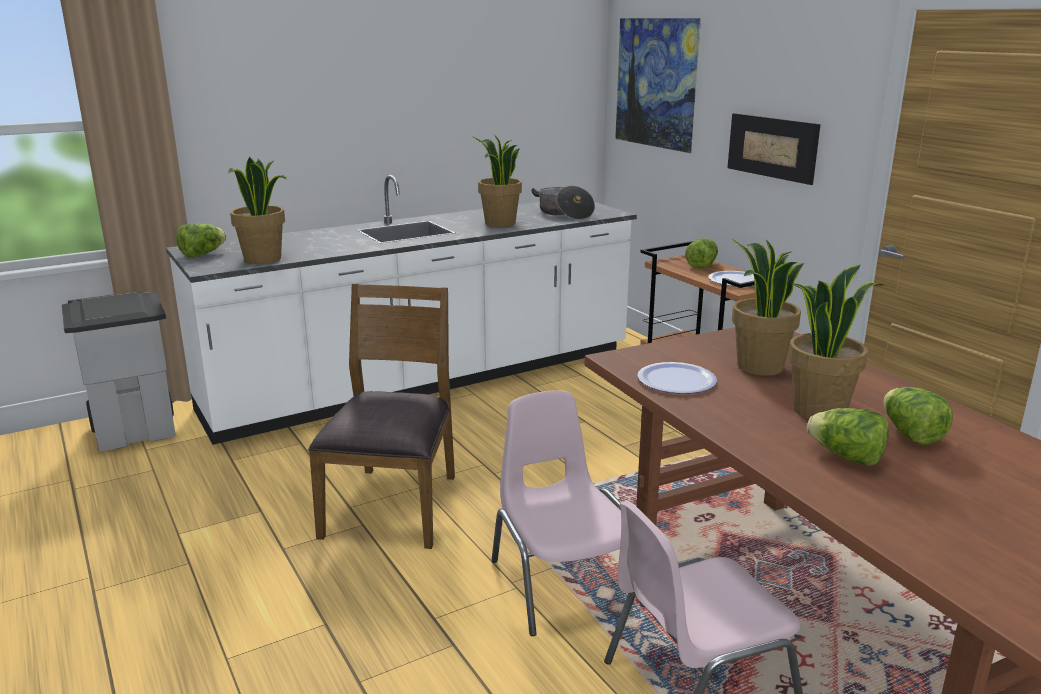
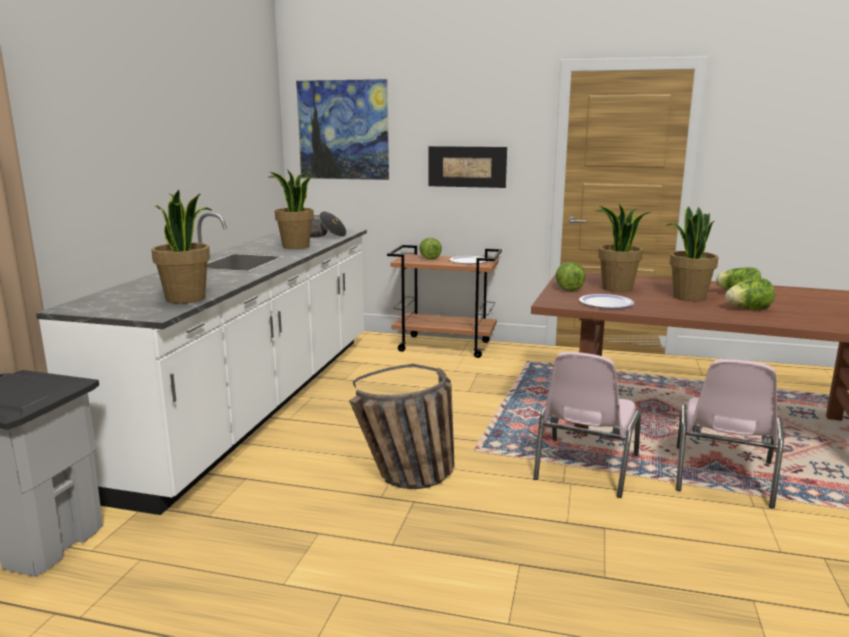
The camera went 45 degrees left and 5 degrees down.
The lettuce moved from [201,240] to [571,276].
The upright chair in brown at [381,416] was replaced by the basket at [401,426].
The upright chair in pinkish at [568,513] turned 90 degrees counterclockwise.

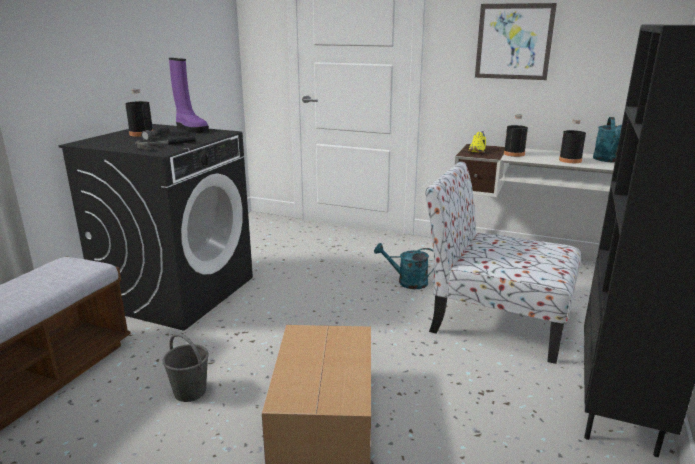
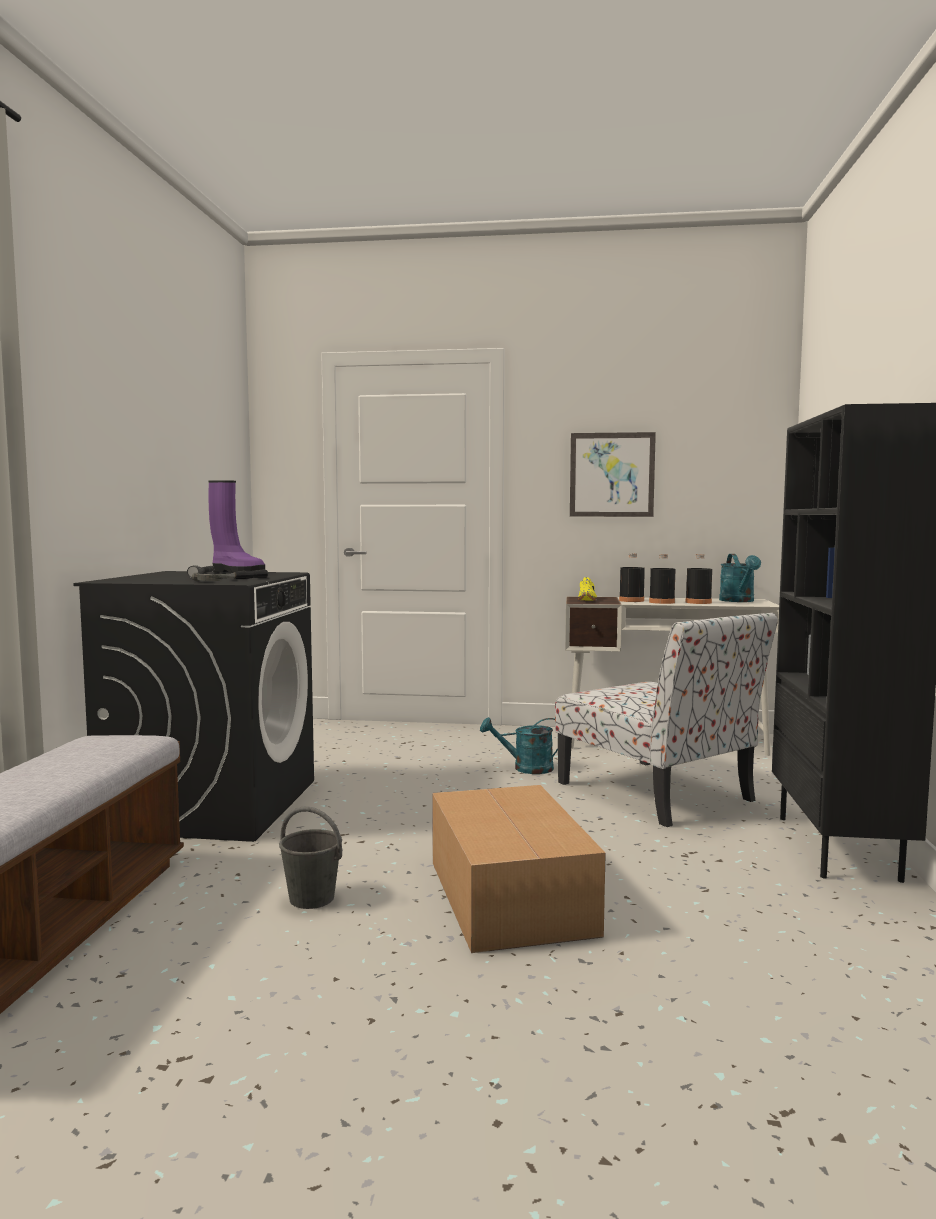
The camera went 15 degrees left and 15 degrees down.
The drink bottle in blackish moved from [139,113] to [662,579].
The upright chair at [503,263] turned 135 degrees counterclockwise.

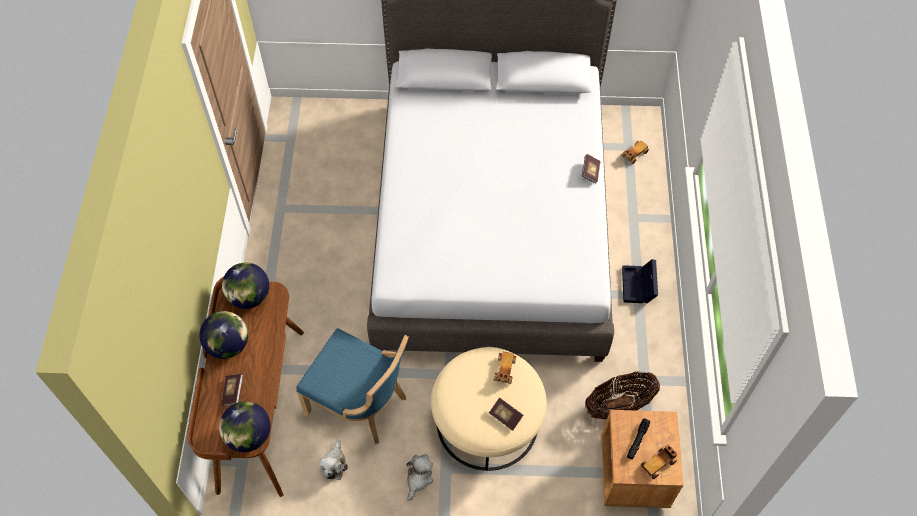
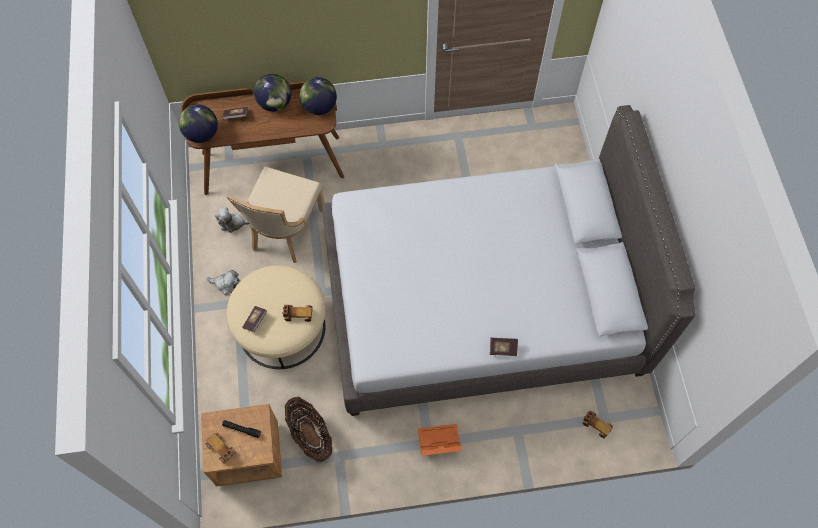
The camera went 80 degrees right and 5 degrees up.
The upright chair in bluish at [352,386] became the upright chair in sand-coloured at [275,215].
The storage box in blackish at [640,281] became the storage box in orangey at [440,440].

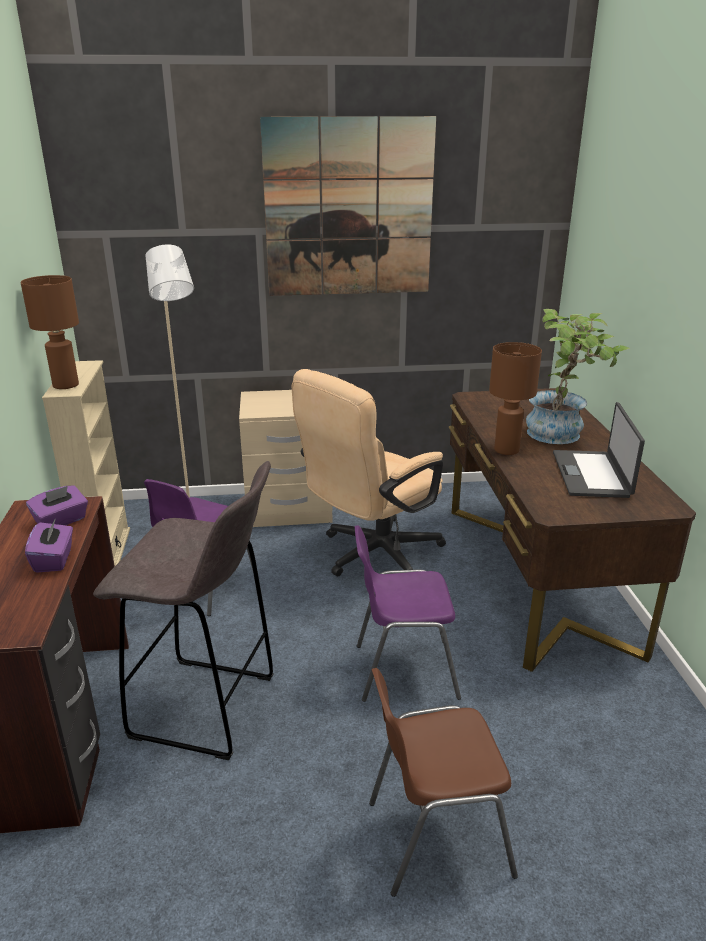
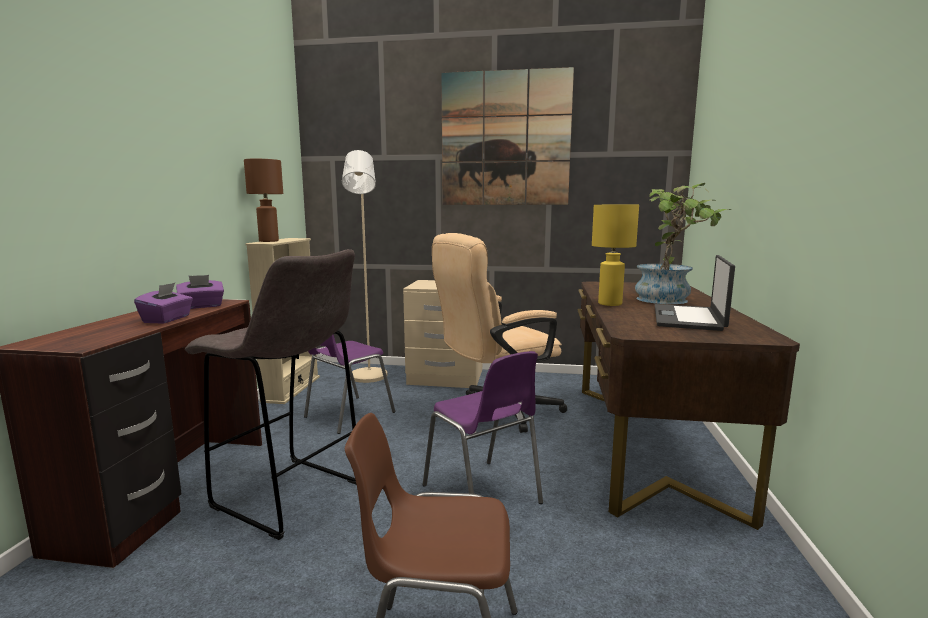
The camera went 15 degrees right and 15 degrees down.
The tabletop lamp in brown at [515,398] became the tabletop lamp in yellow-coloured at [615,255].
The upright chair in purple-coloured at [408,613] turned 135 degrees counterclockwise.

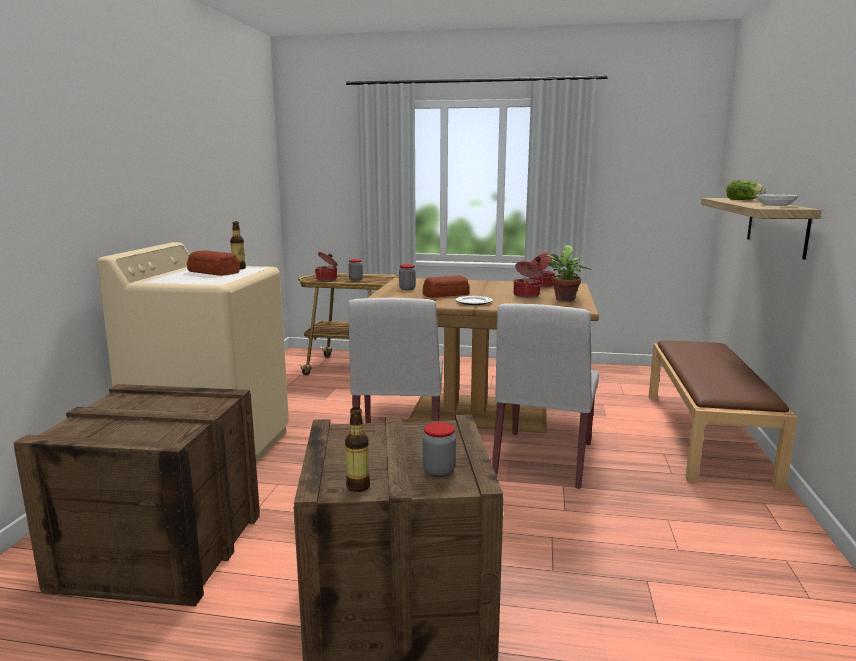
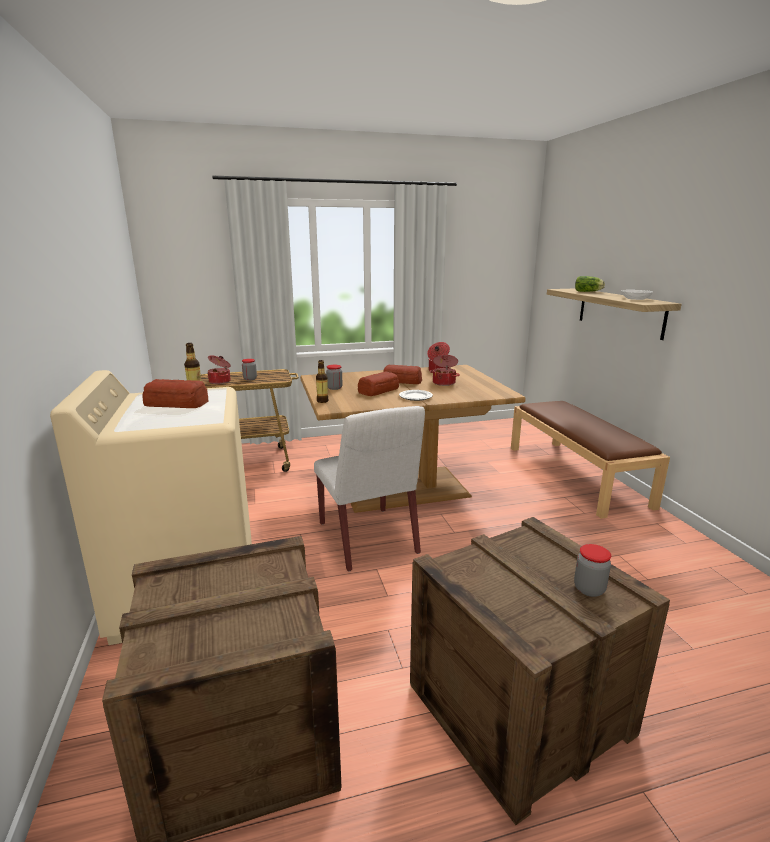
The camera went 25 degrees left and 5 degrees up.
The upright chair in white-coloured at [545,396] disappeared.
The plant in a pot at [567,273] disappeared.
The bakery bread at [402,374] appeared.
The drink bottle moved from [357,449] to [322,381].

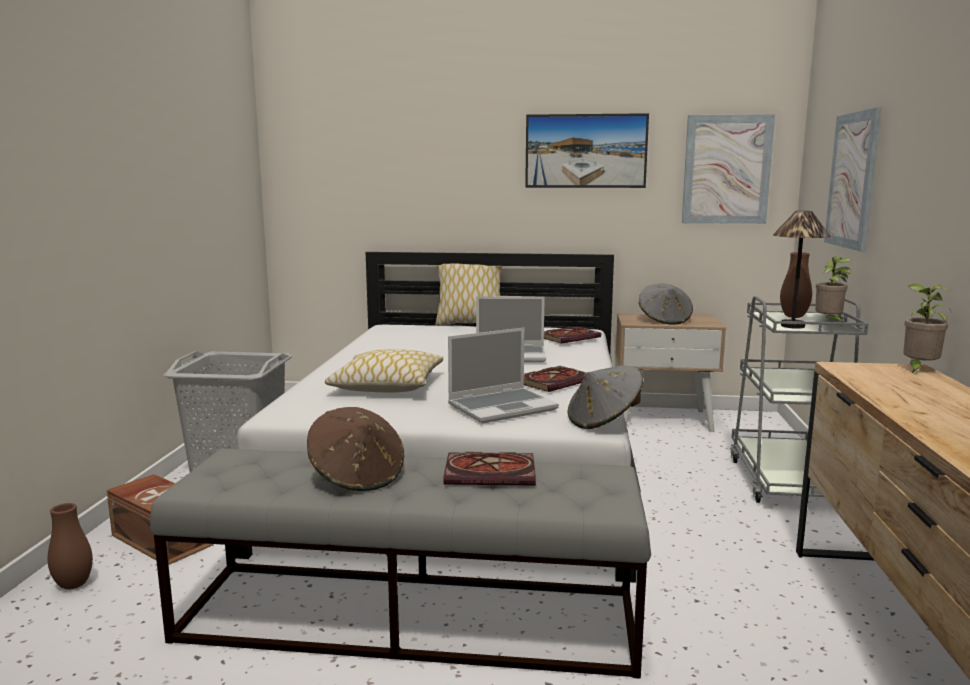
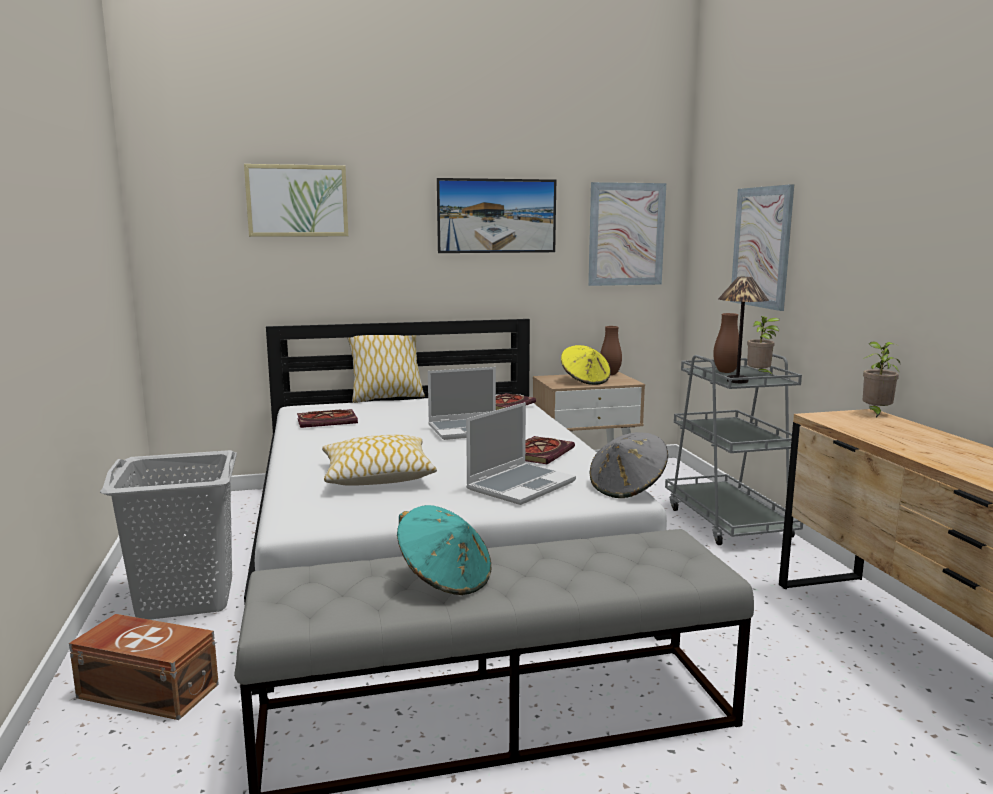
The camera went 20 degrees left and 0 degrees up.
The wall picture at [296,200] appeared.
The decorative vase in brown moved from [70,546] to [611,350].
The volume moved from [489,469] to [327,418].
The hat in brown at [355,449] became the hat in turquoise-coloured at [444,550].
The hat in grey at [666,304] became the hat in yellow-coloured at [586,365].

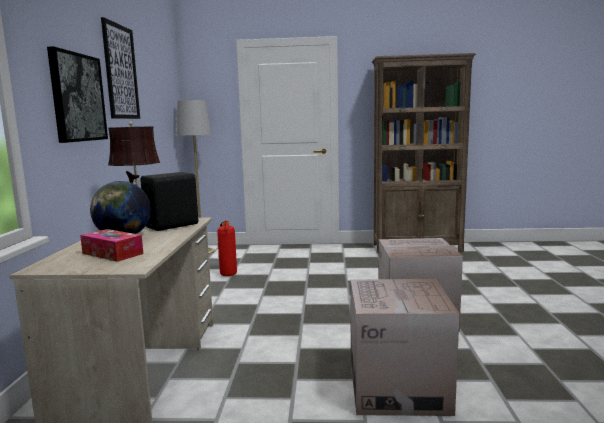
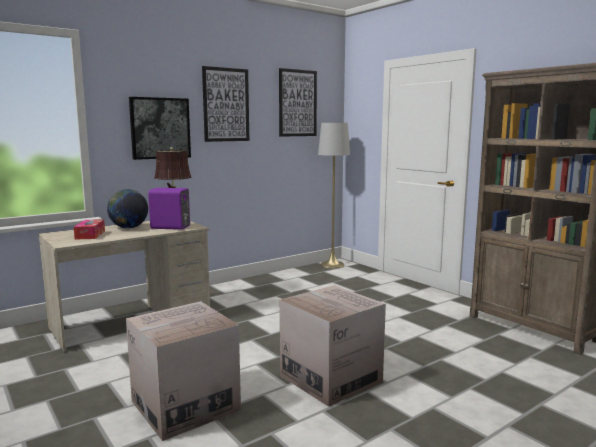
The camera went 50 degrees right and 0 degrees up.
The fire-fighting cylinder at [227,248] disappeared.
The wall picture at [298,102] appeared.
The loudspeaker in blackish at [169,201] became the loudspeaker in purple-coloured at [169,209].

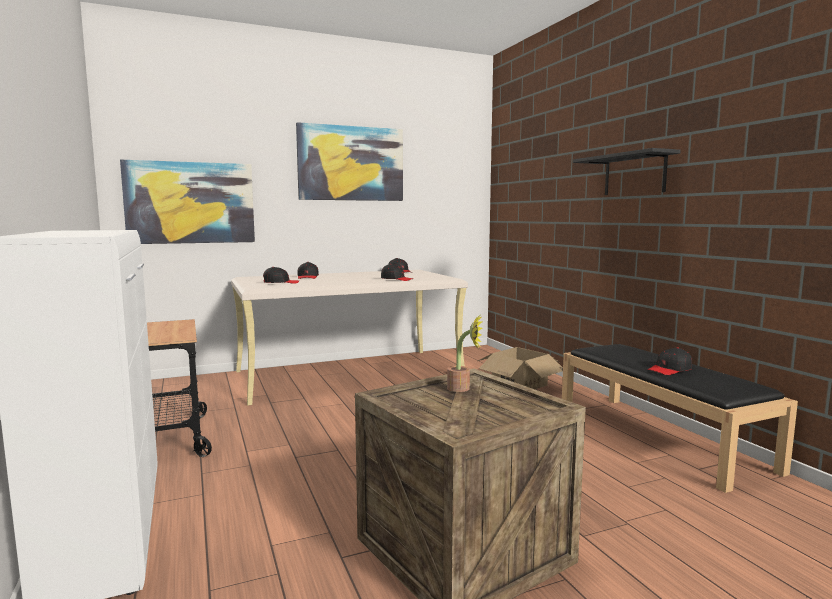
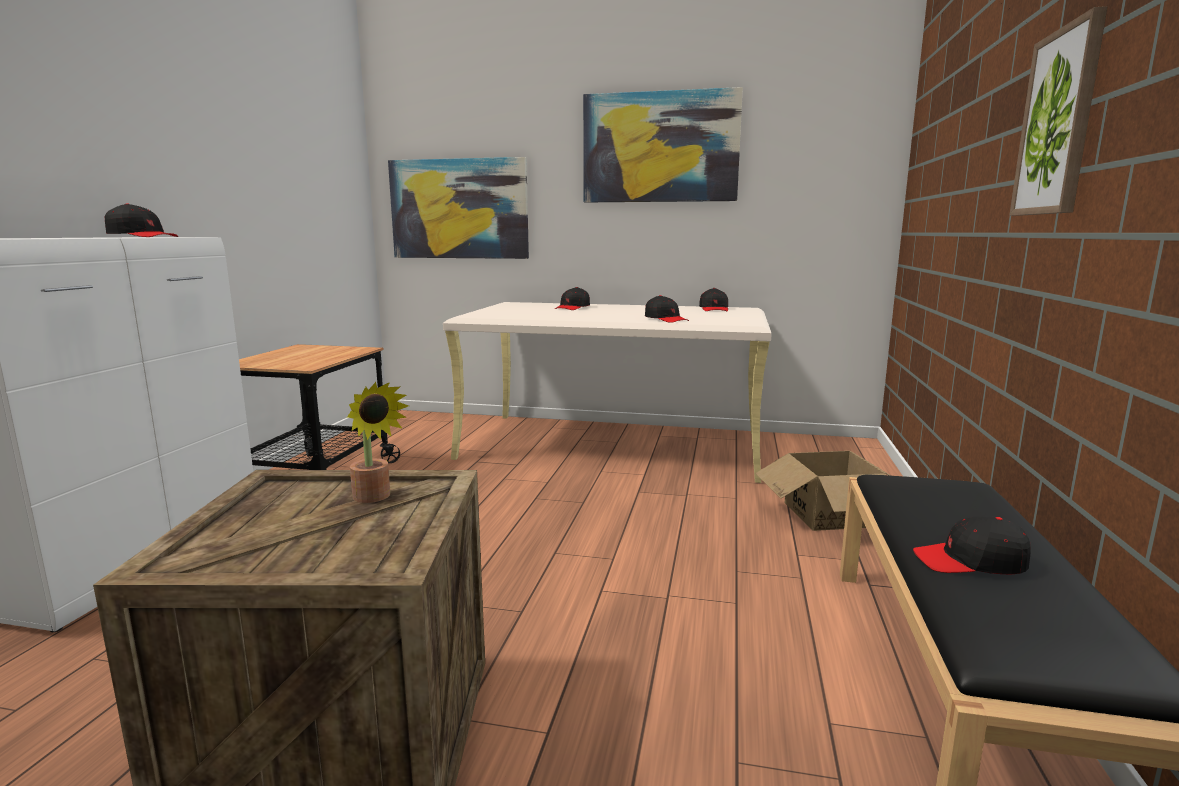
The camera went 35 degrees right and 5 degrees up.
The peaked cap in blackish moved from [281,275] to [141,220].
The shelf in blackish at [627,171] was replaced by the wall picture at [1058,111].

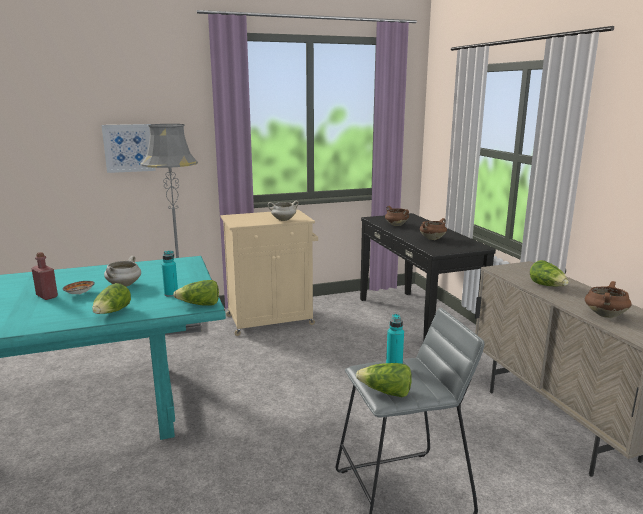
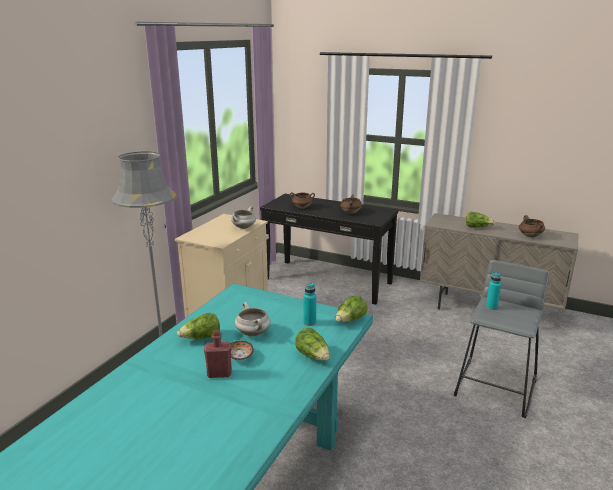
The camera went 45 degrees left and 5 degrees up.
The wall picture at [129,148] disappeared.
The lettuce moved from [384,380] to [198,326].

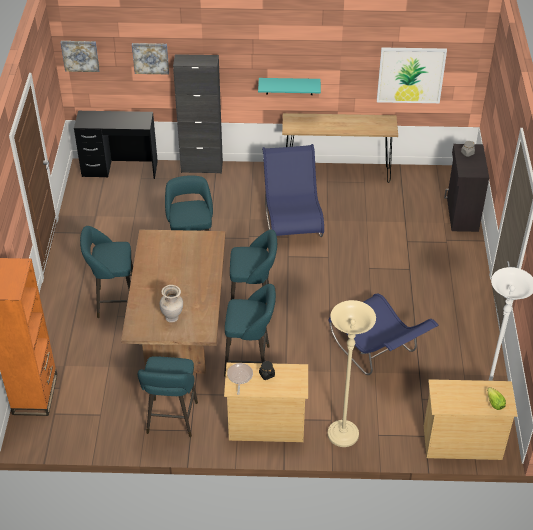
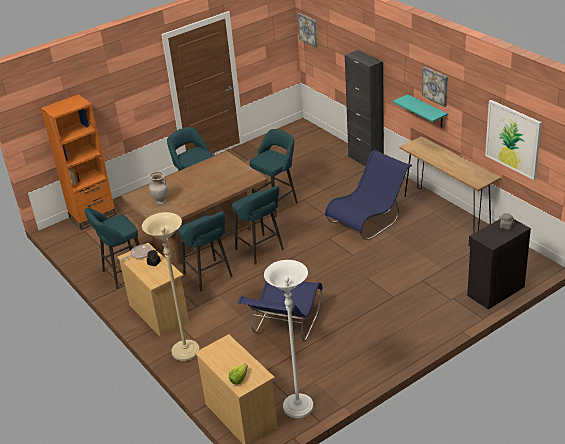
The camera went 55 degrees right and 10 degrees down.
The desk in blackish at [116,145] disappeared.
The wall picture moved from [150,58] to [435,87].

